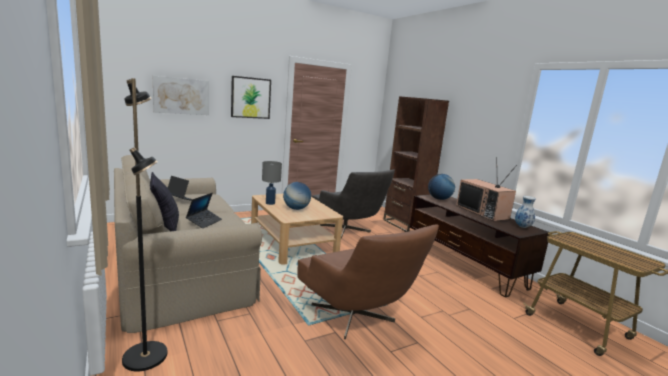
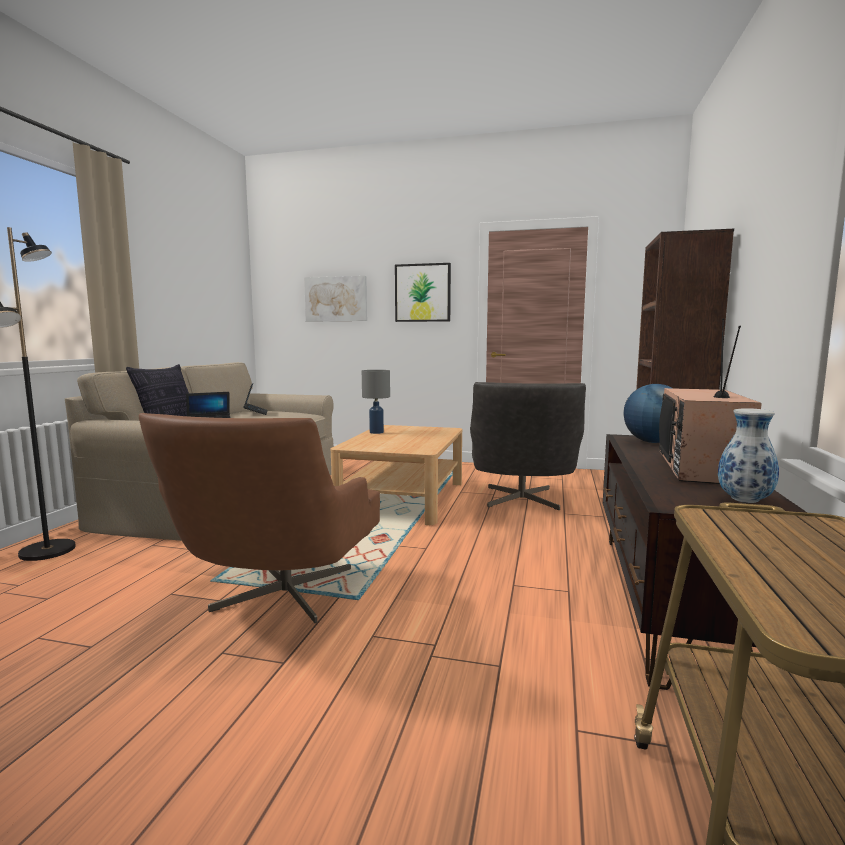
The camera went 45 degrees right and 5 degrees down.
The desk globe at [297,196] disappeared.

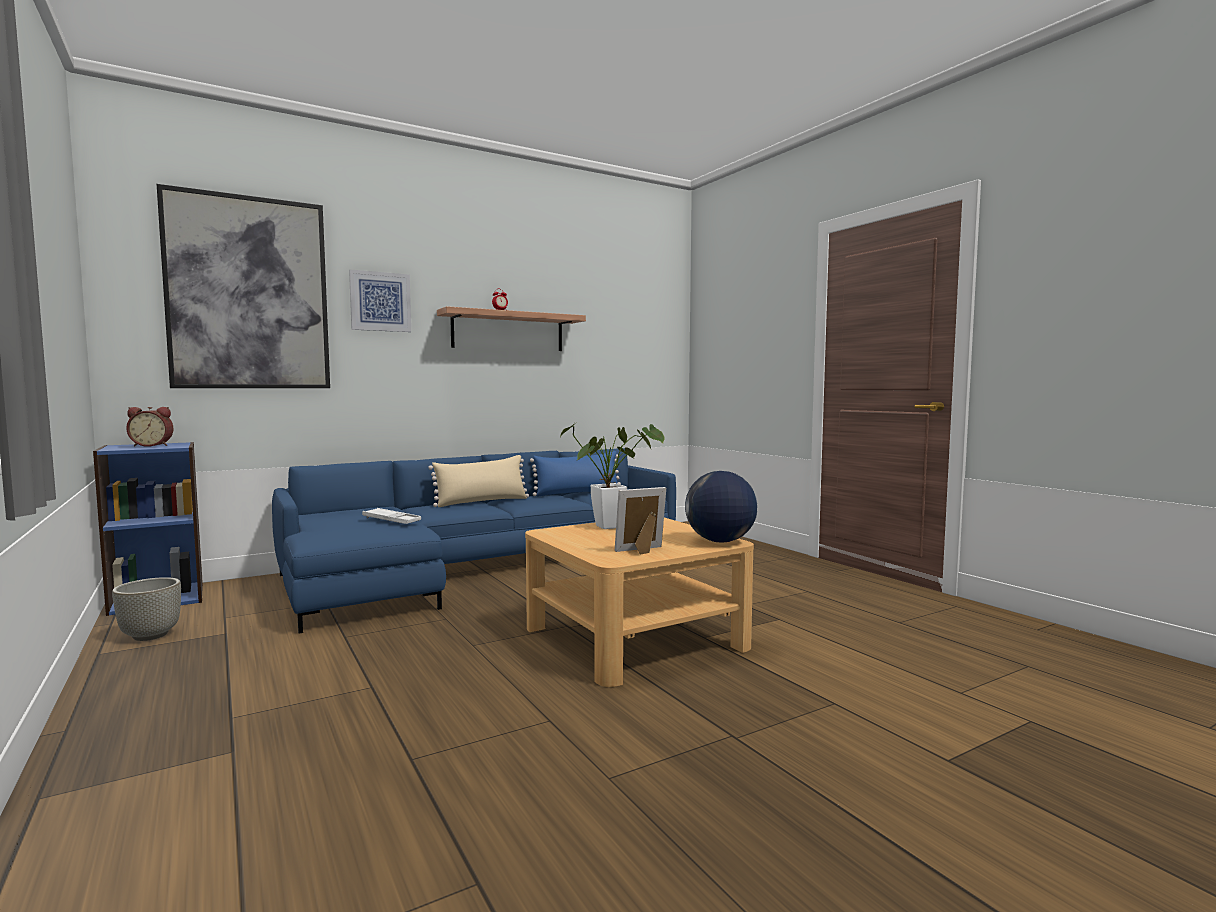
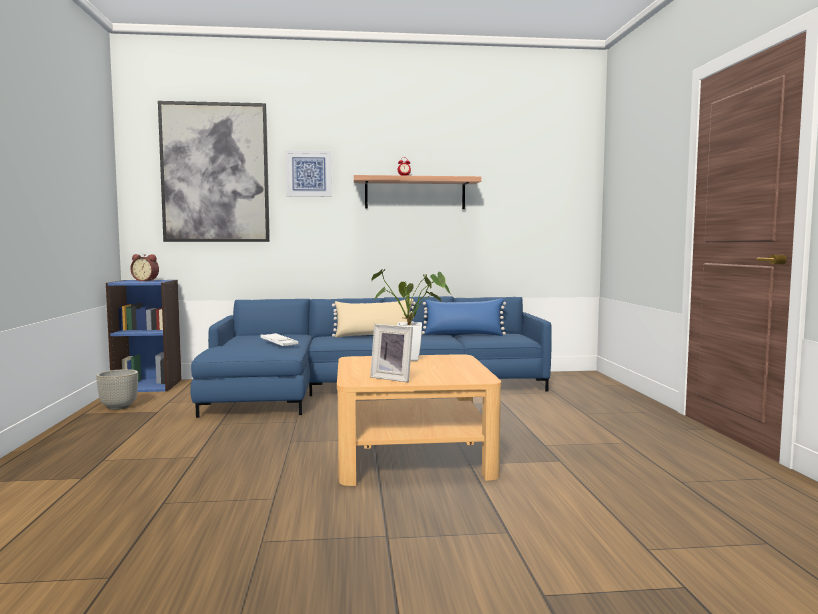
The camera went 25 degrees right and 0 degrees up.
The desk globe at [721,507] disappeared.
The picture frame at [640,521] turned 150 degrees counterclockwise.

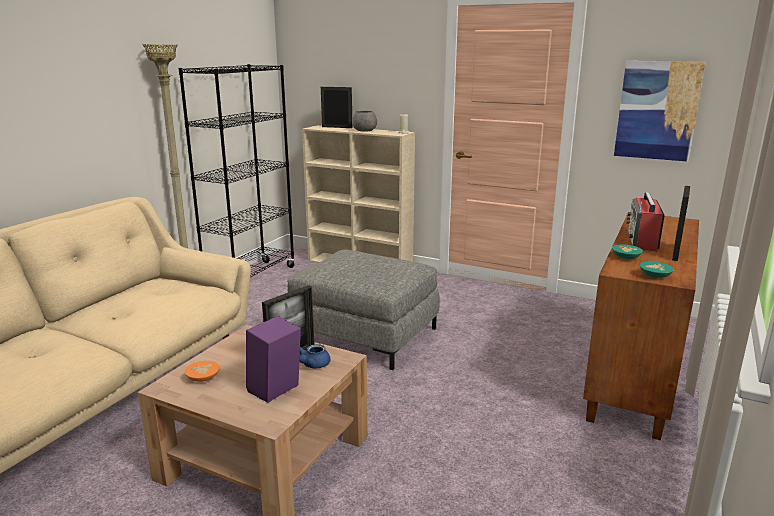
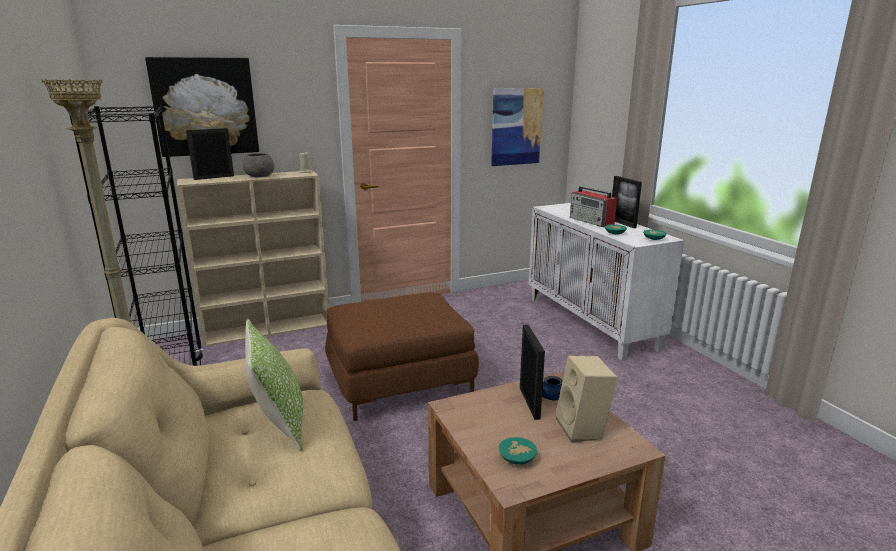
The camera went 50 degrees left and 0 degrees up.
The wall picture at [202,107] appeared.
The throw pillow at [274,385] appeared.
The serving bowl in orangey at [202,371] became the serving bowl in turquoise-coloured at [518,451].
The loudspeaker in purple-coloured at [273,359] became the loudspeaker in sand-coloured at [586,399].
The pouffe in grey at [363,309] became the pouffe in brown at [402,357].
The cabinet in brown at [641,326] became the cabinet in white-coloured at [606,282].

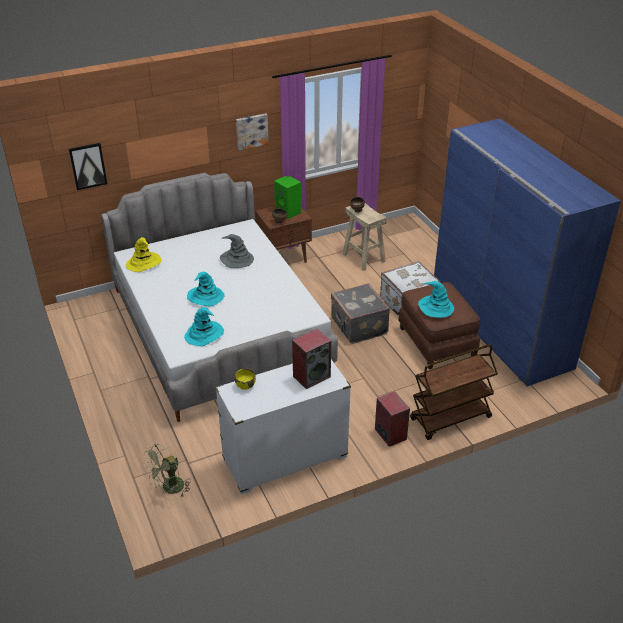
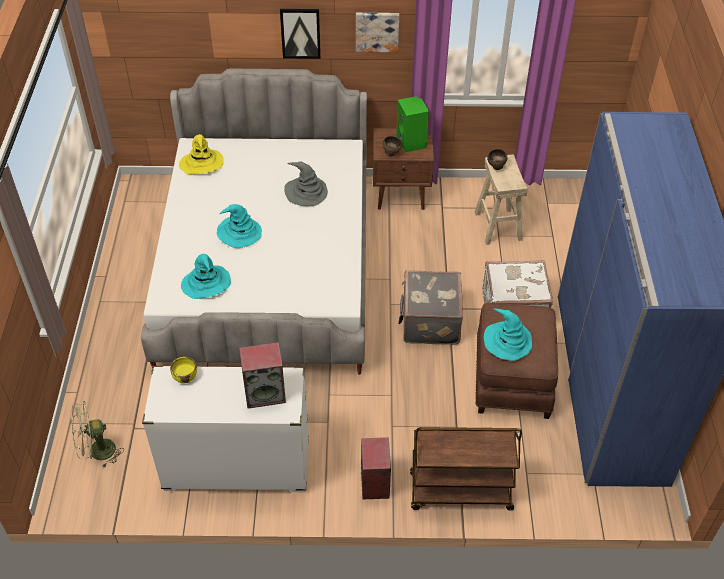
The camera went 25 degrees right and 10 degrees up.
The wall picture moved from [88,166] to [300,33].

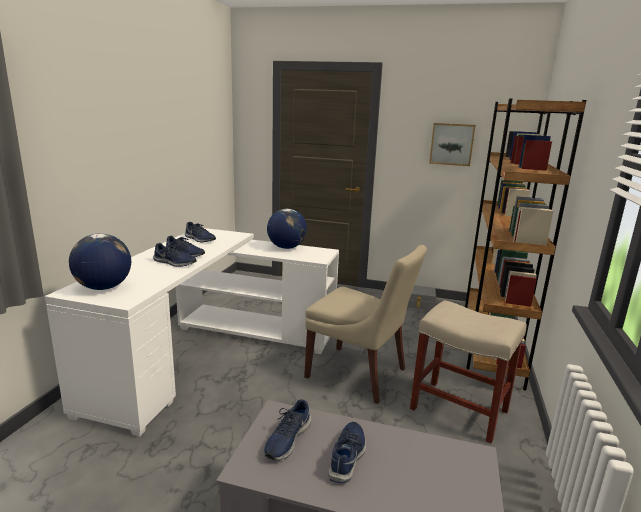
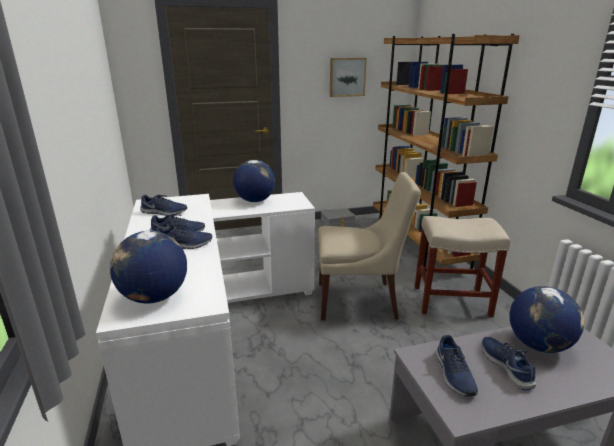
The camera went 30 degrees left and 5 degrees up.
The desk globe at [546,319] appeared.

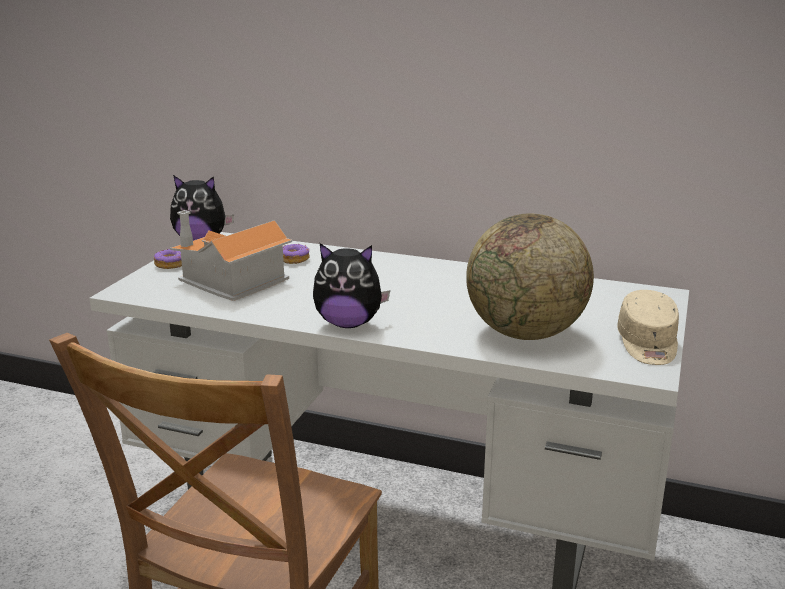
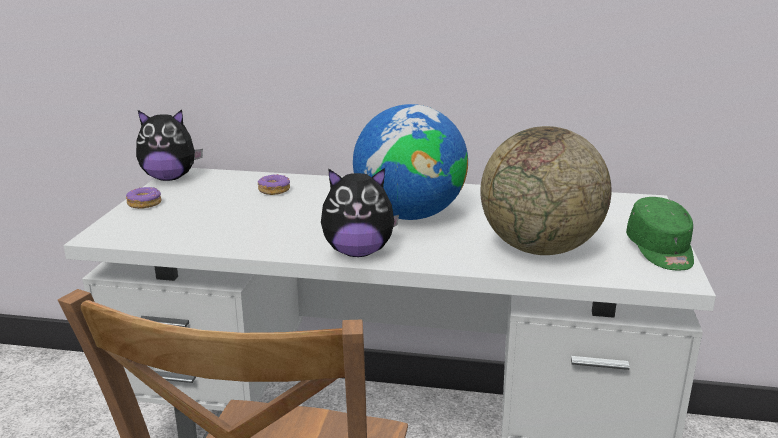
The camera went 10 degrees left and 0 degrees up.
The toy house at [231,255] disappeared.
The desk globe at [410,162] appeared.
The peaked cap in sand-coloured at [648,327] became the peaked cap in green at [660,233].

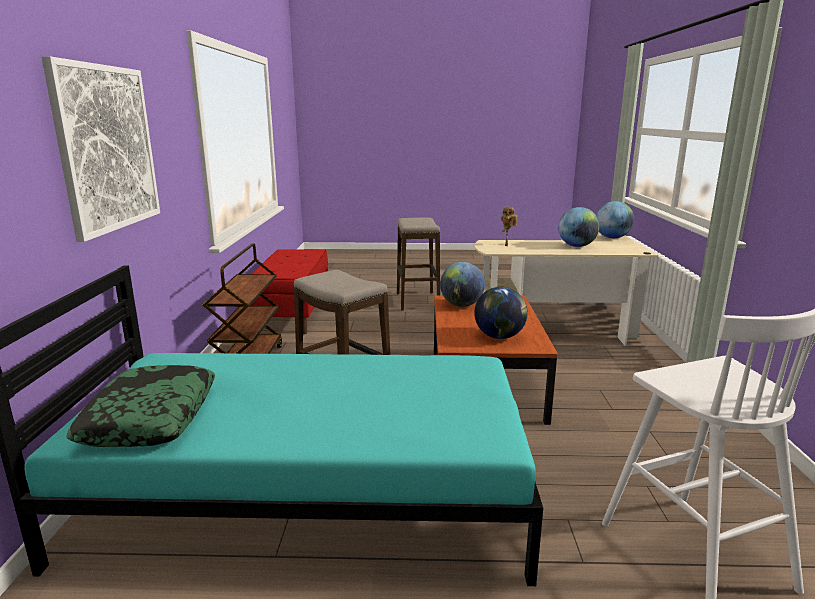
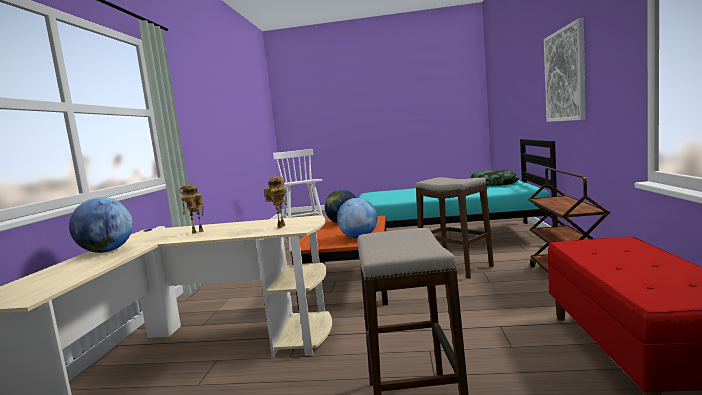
The camera went 175 degrees left and 10 degrees down.
The desk globe at [578,227] was replaced by the toy robot at [191,209].

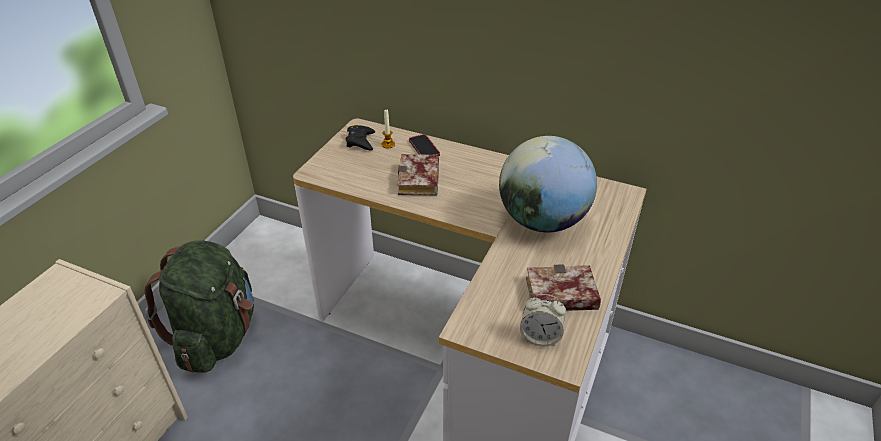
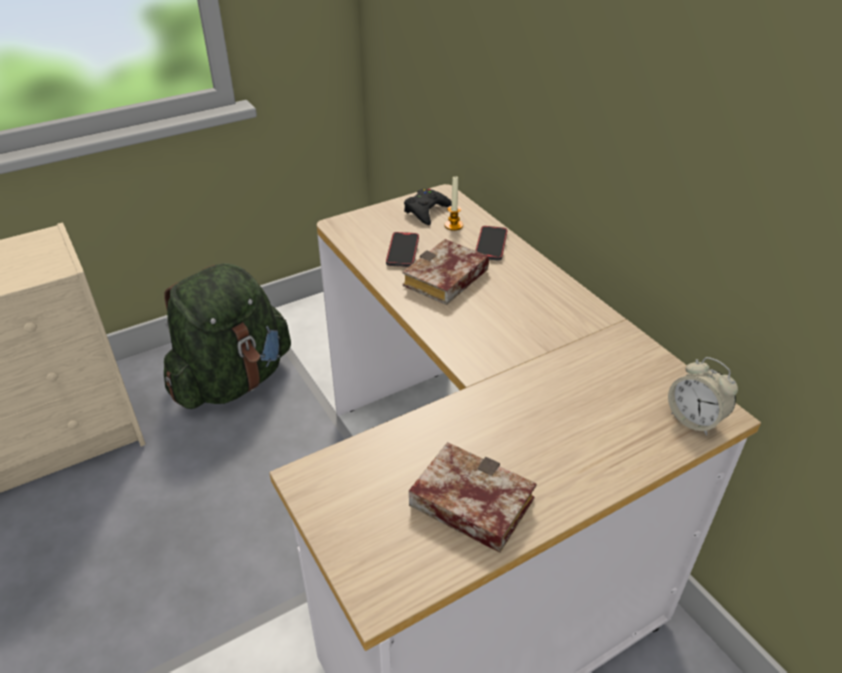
The camera went 35 degrees right and 0 degrees up.
The desk globe at [548,184] disappeared.
The telephone at [402,249] appeared.
The bedside clock moved from [543,320] to [703,396].

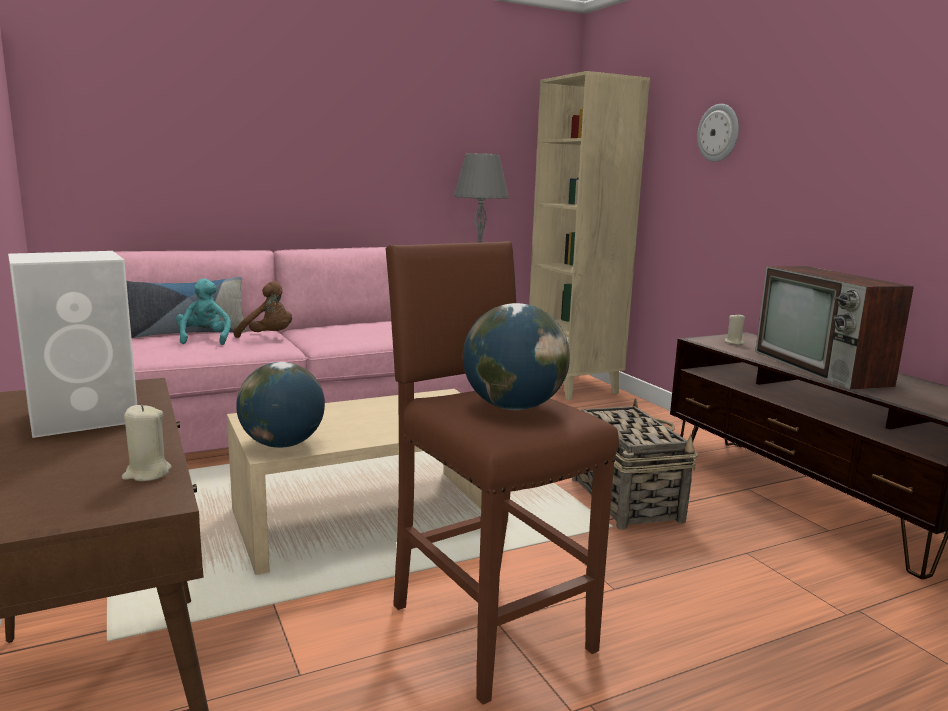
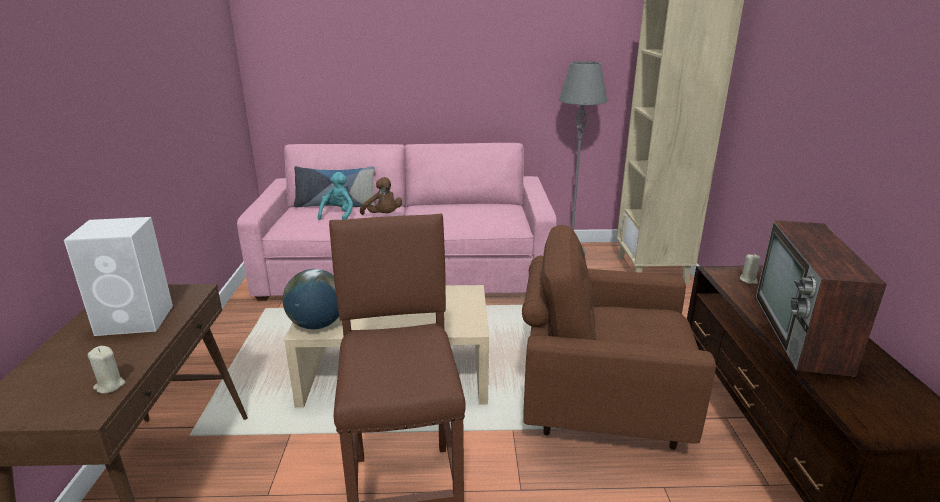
The camera went 25 degrees right and 10 degrees up.
The desk globe at [516,356] disappeared.
The hanging clock at [718,133] disappeared.
The basket at [635,464] was replaced by the armchair in brown at [619,337].

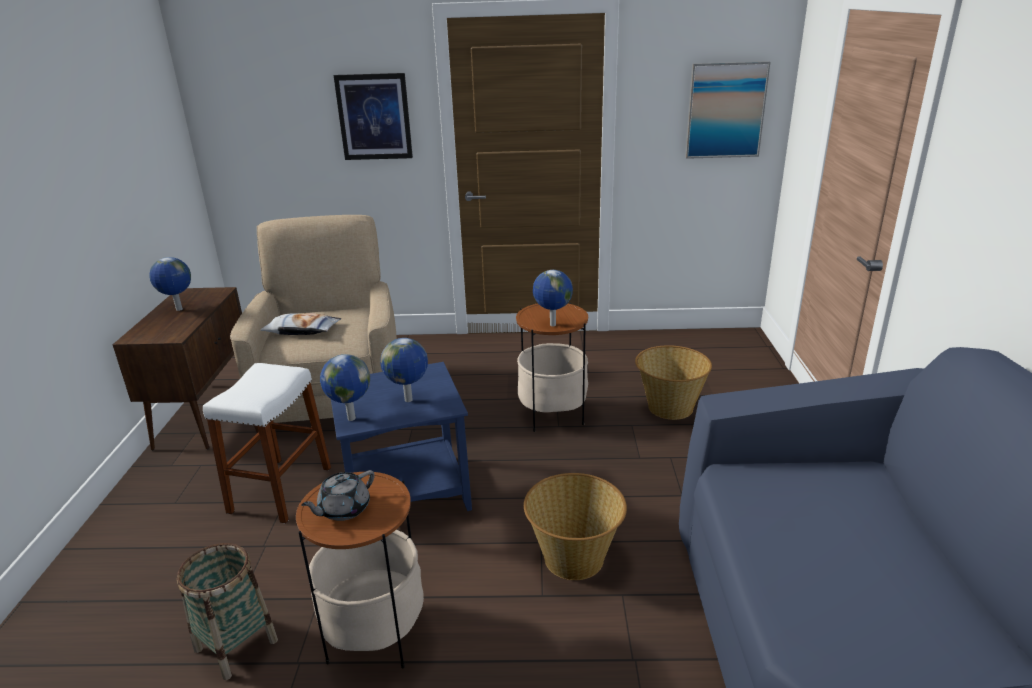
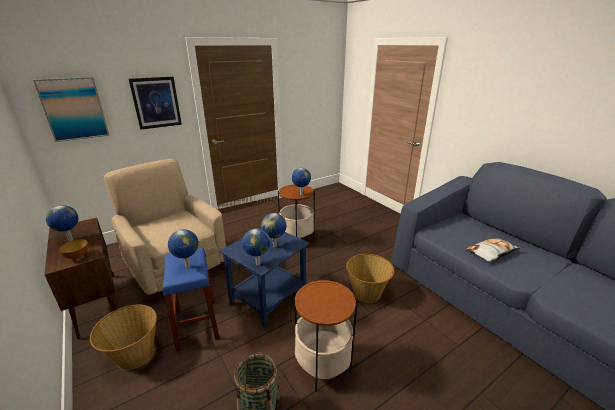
The camera went 35 degrees left and 0 degrees up.
The teapot in grey at [338,495] disappeared.
The serving bowl at [73,249] appeared.
The desk globe at [183,248] appeared.
The throw pillow moved from [300,324] to [492,250].
The basket moved from [673,382] to [123,337].
The wall picture moved from [727,110] to [71,109].
The stool seat in white-coloured at [267,443] became the stool seat in bluish at [191,299].

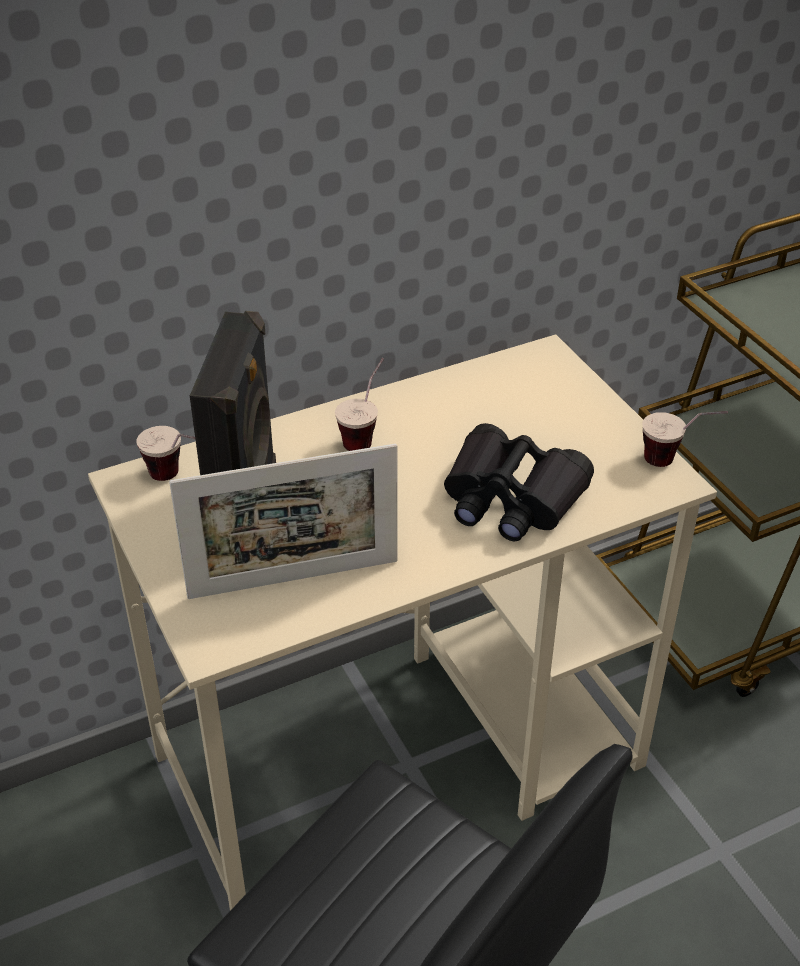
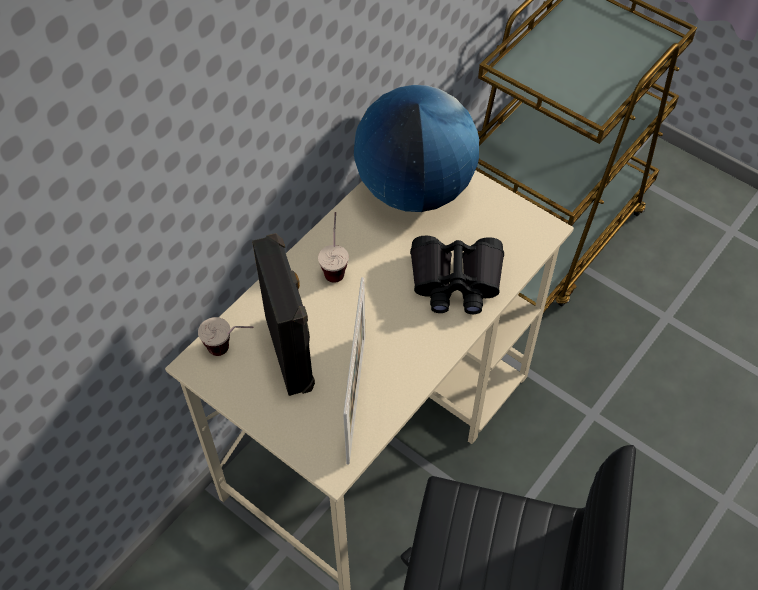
The camera went 25 degrees left and 15 degrees up.
The cup at [685,439] disappeared.
The desk globe at [416,148] appeared.
The picture frame at [283,521] turned 45 degrees counterclockwise.

